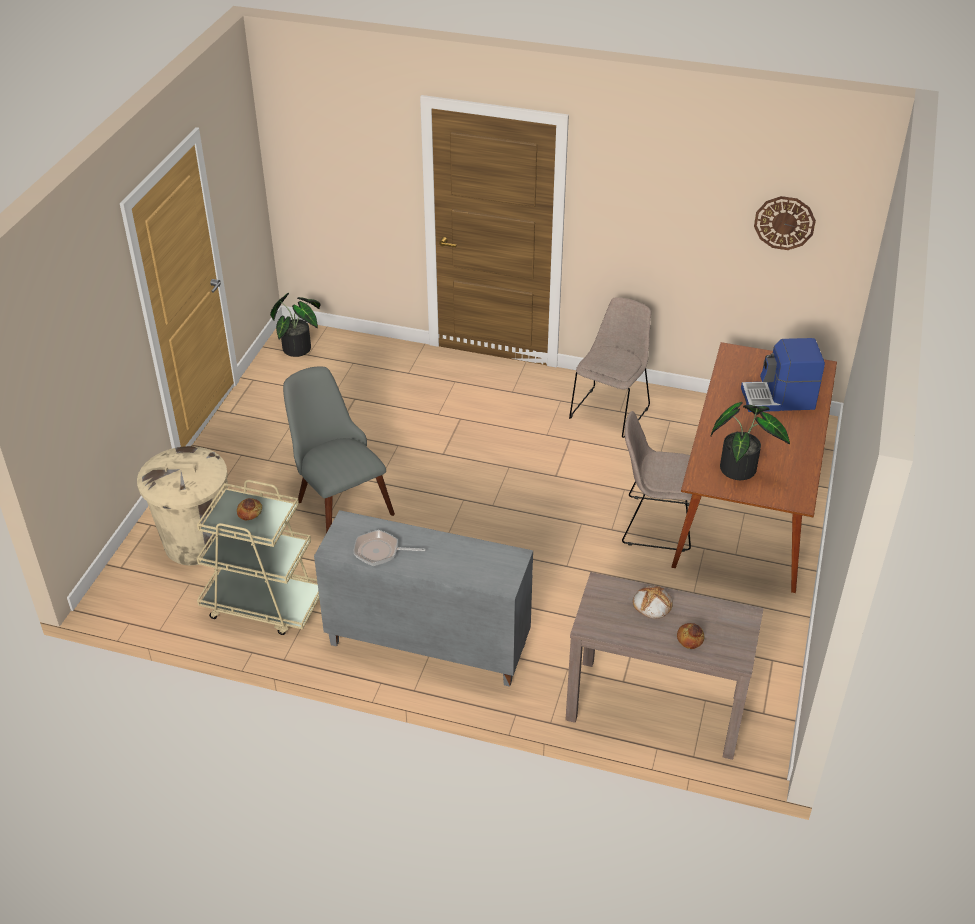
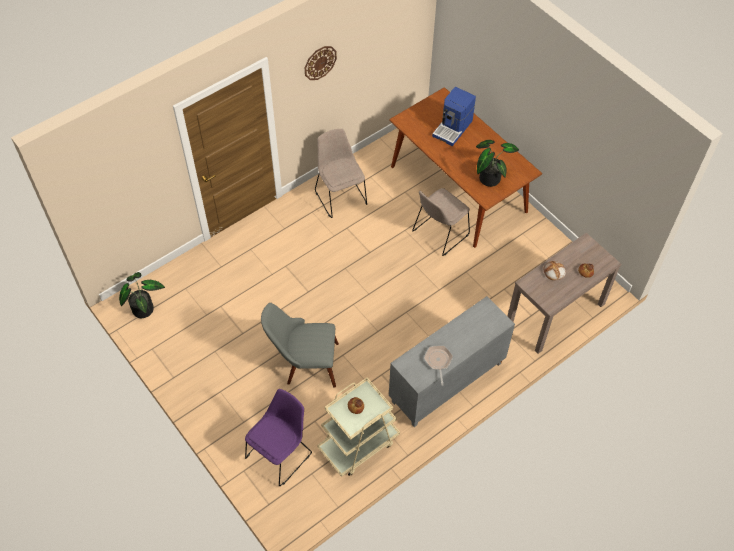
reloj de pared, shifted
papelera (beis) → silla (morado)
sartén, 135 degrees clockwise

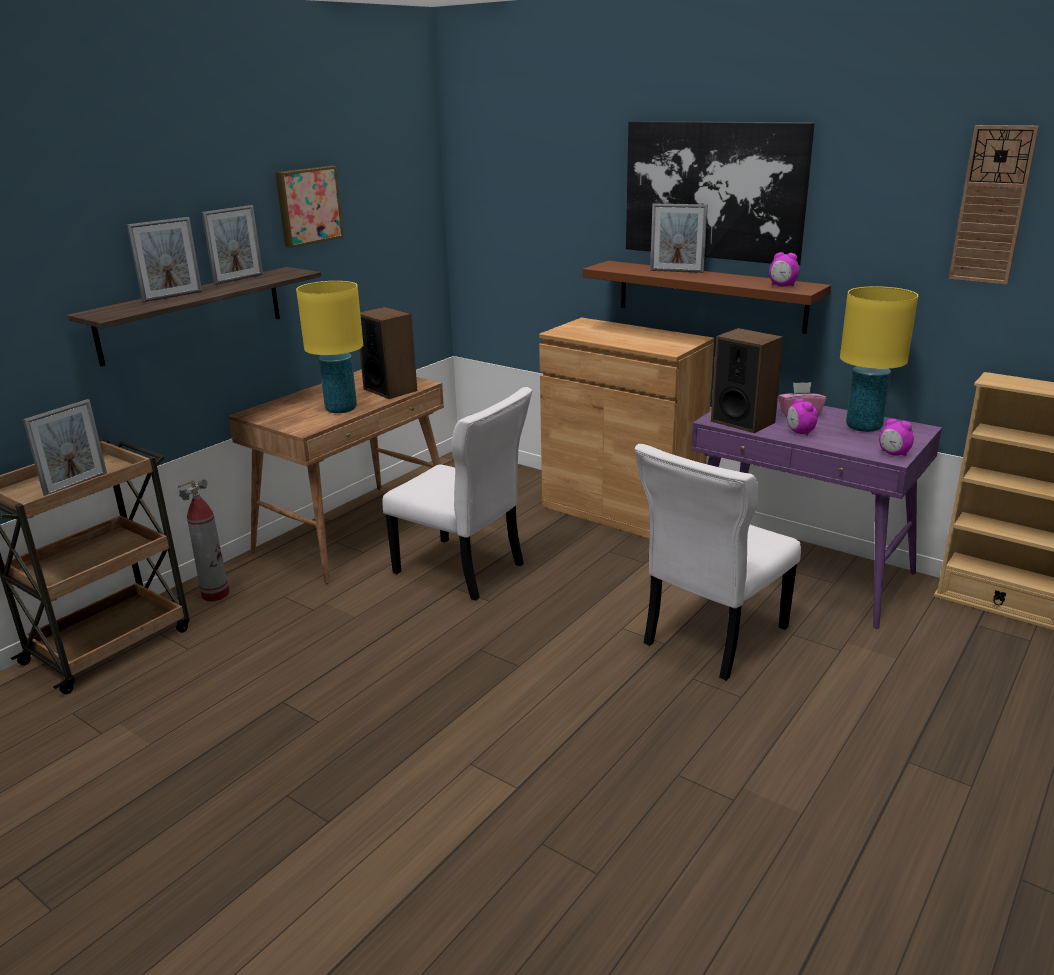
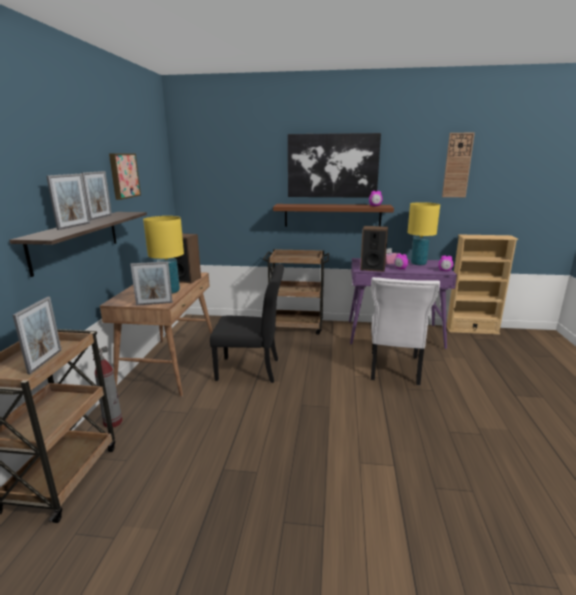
portarretratos (no. 4 from left), shifted
armario (marrón) → carrito (marrón) (no. 2 from left)
silla (blanco) (no. 1 from left) → silla (negro)

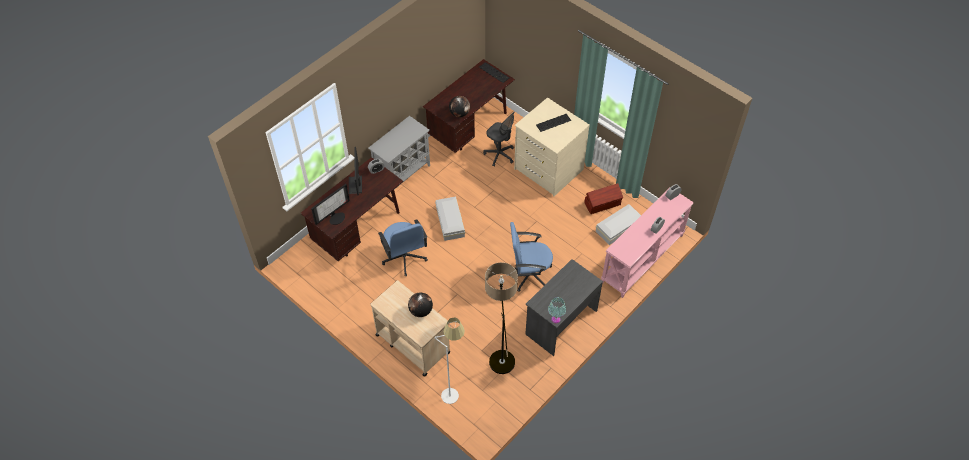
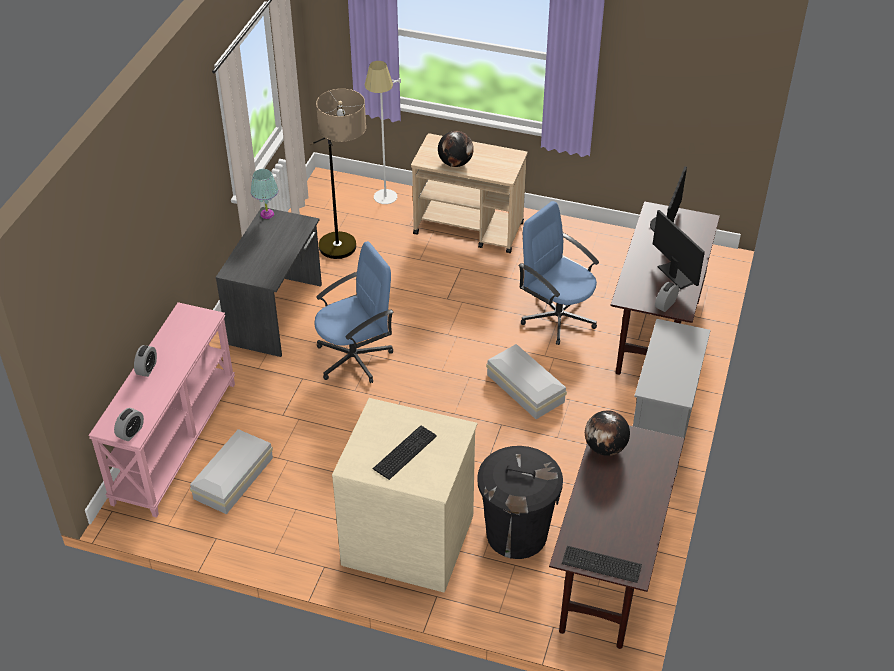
caja de almacenaje (marrón) → -
silla de oficina (gris) → papelera (negro)

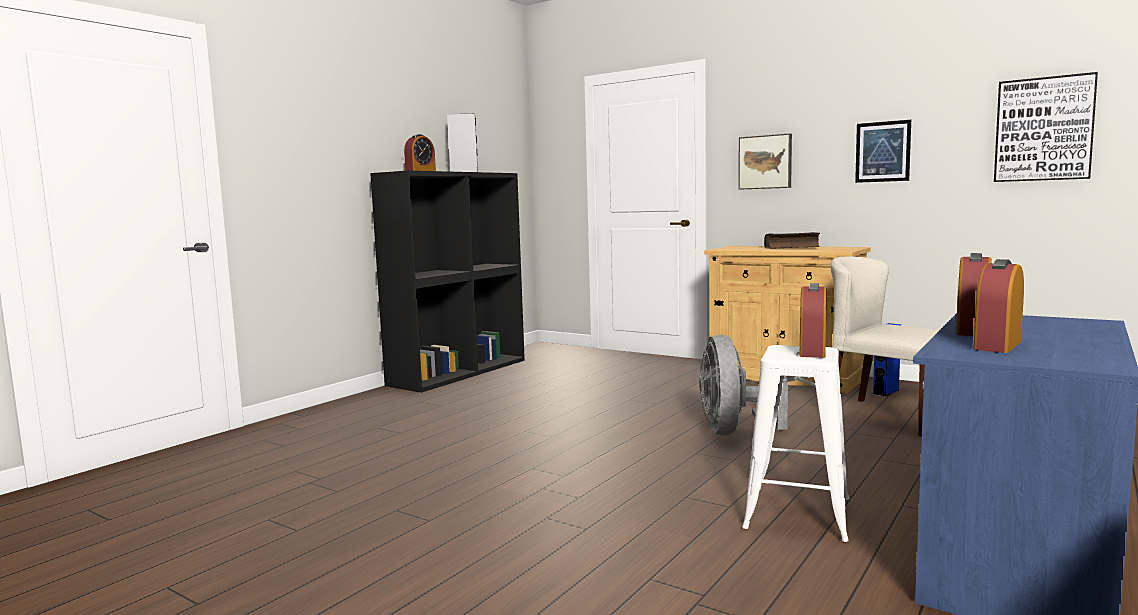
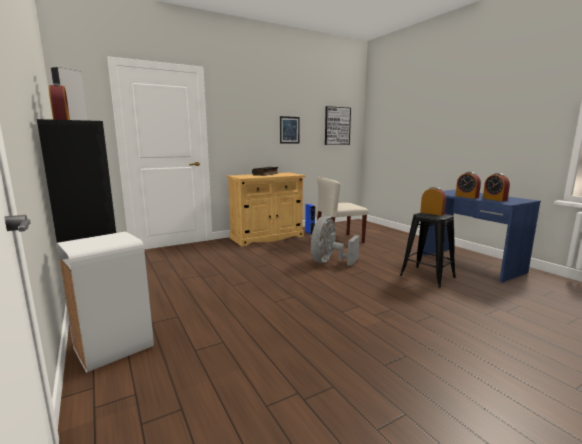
cuadro (no. 1 from left) → -
- → papelera (blanco)
taburete (blanco) → taburete (negro)
ventilador (gris), 90 degrees clockwise

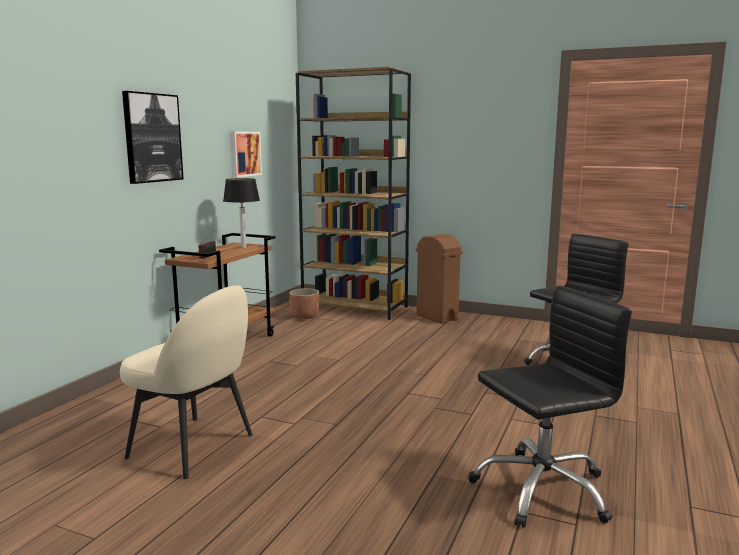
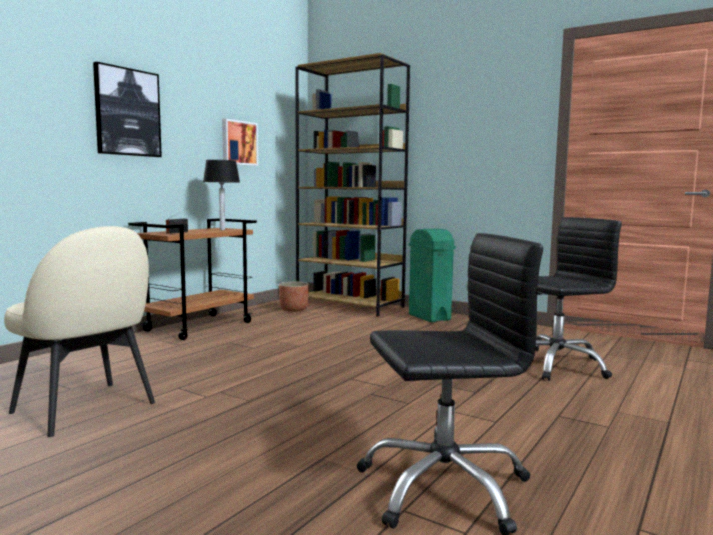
papelera (marrón) → papelera (verde)

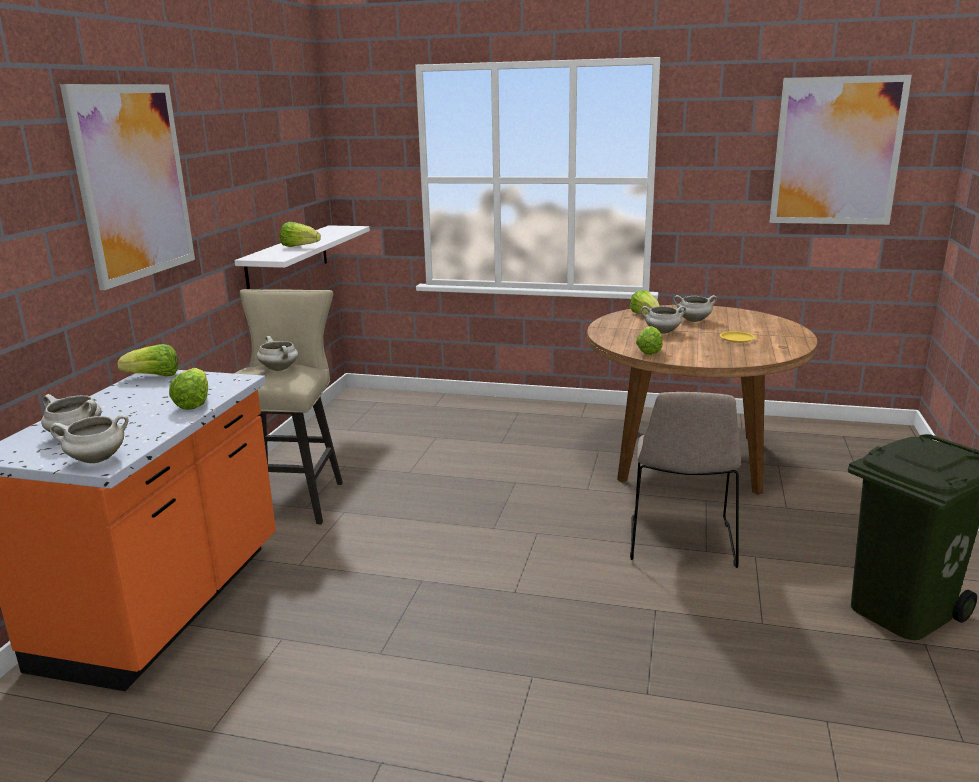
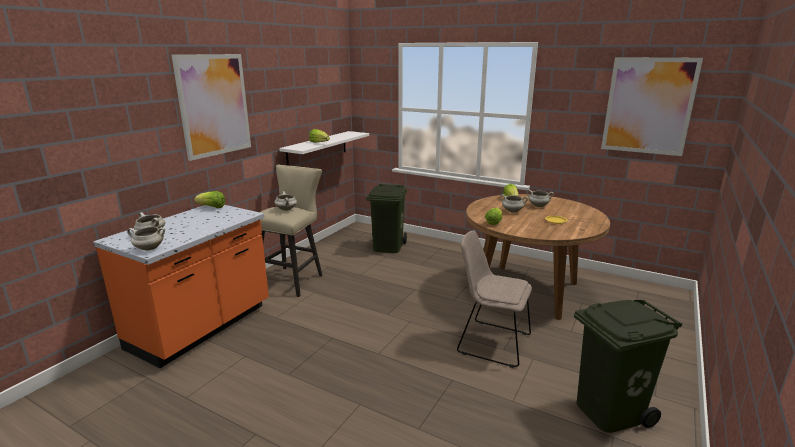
lechuga (no. 2 from left) → -
- → papelera (verde) (no. 1 from left)
silla (beis), 90 degrees clockwise

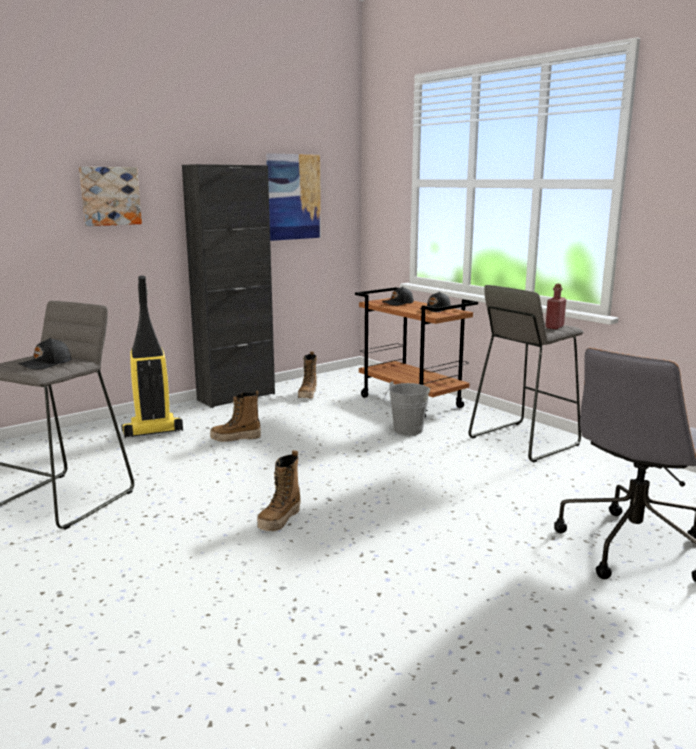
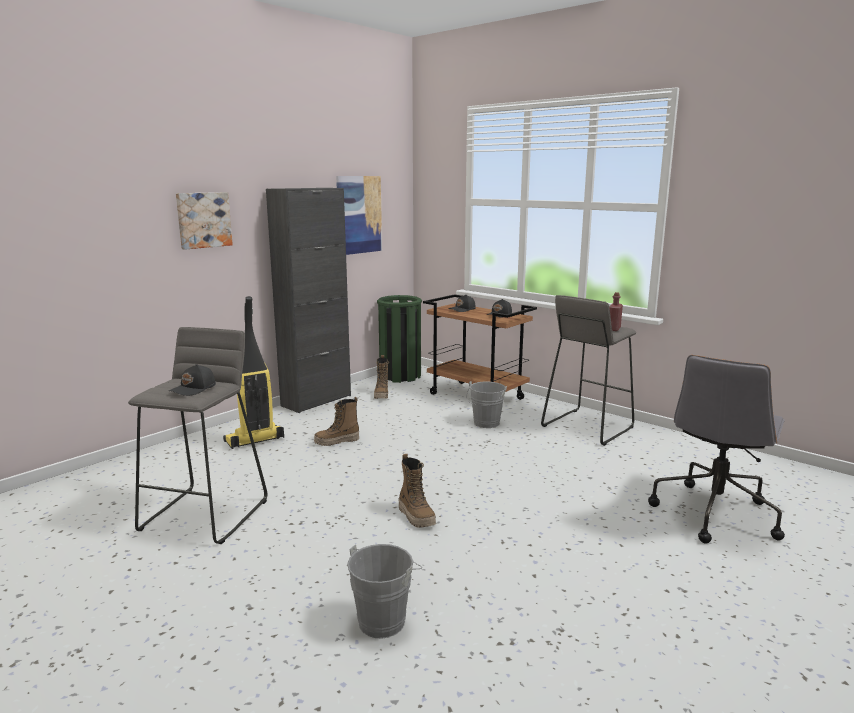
- → cubo (gris) (no. 1 from left)
- → papelera (verde)
bota (no. 2 from left in the first image) → bota (no. 3 from left), 45 degrees counterclockwise

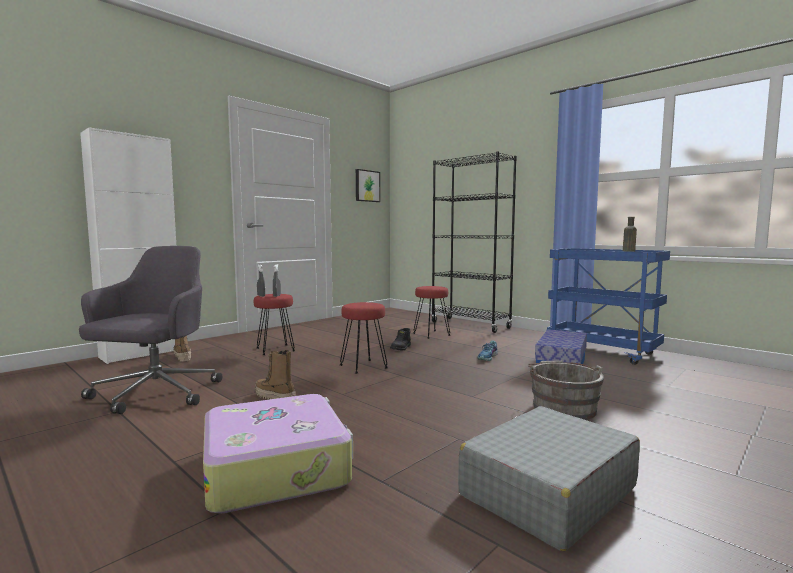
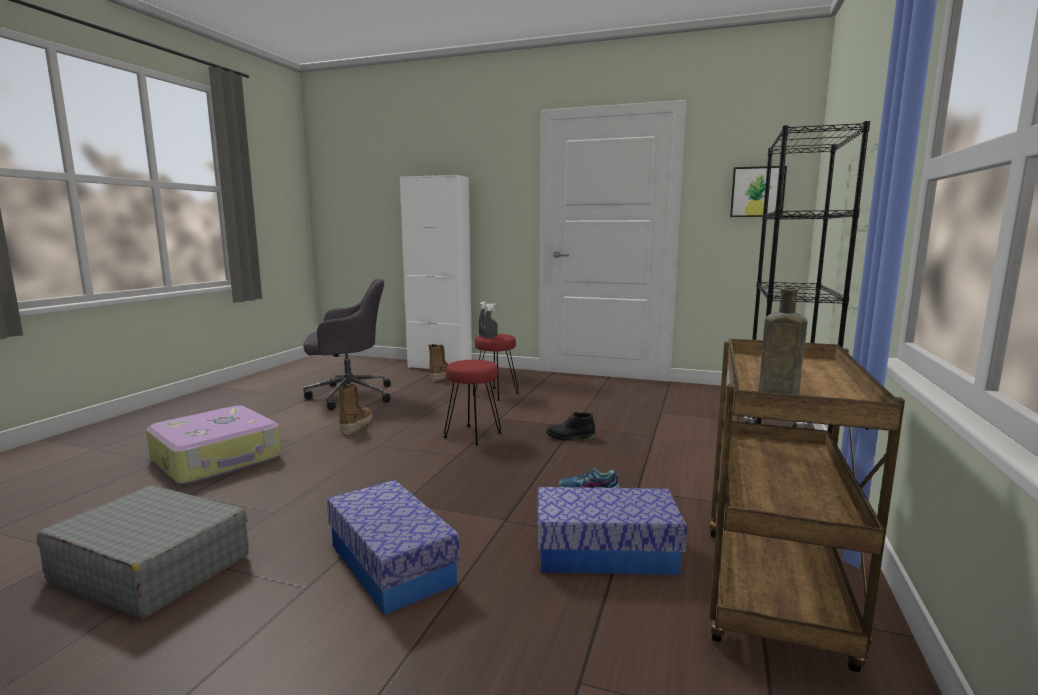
taburete (rojo) (no. 3 from left) → -
cubo (gris) → caja de almacenaje (no. 1 from left)
carrito (azul) → carrito (marrón)

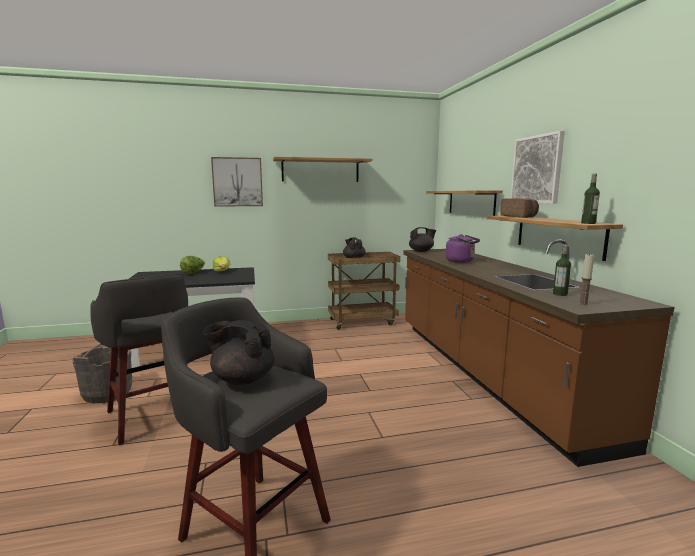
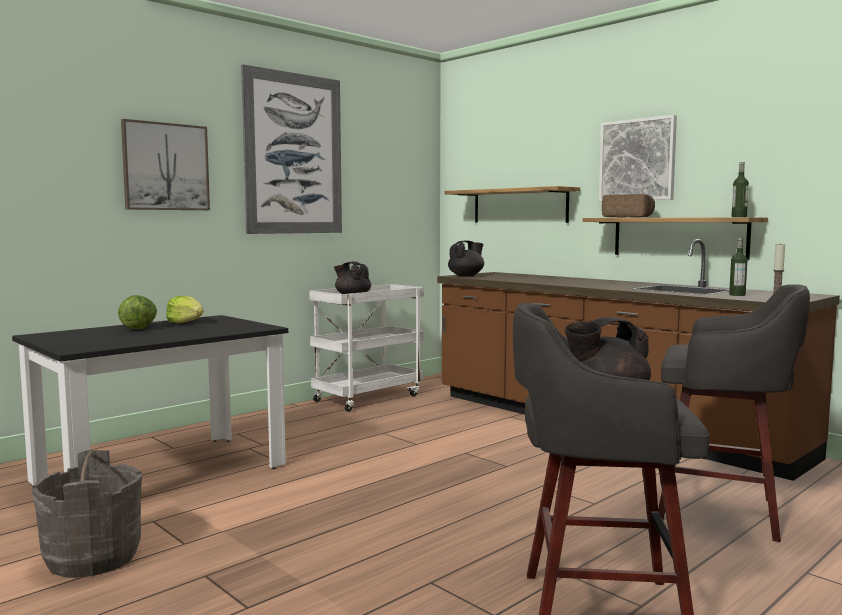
hervidor (morado) → -
taburete (gris) (no. 1 from left in the first image) → taburete (gris) (no. 2 from left), shifted
estante (no. 1 from left) → cuadro (no. 2 from left)
carrito (marrón) → carrito (blanco)

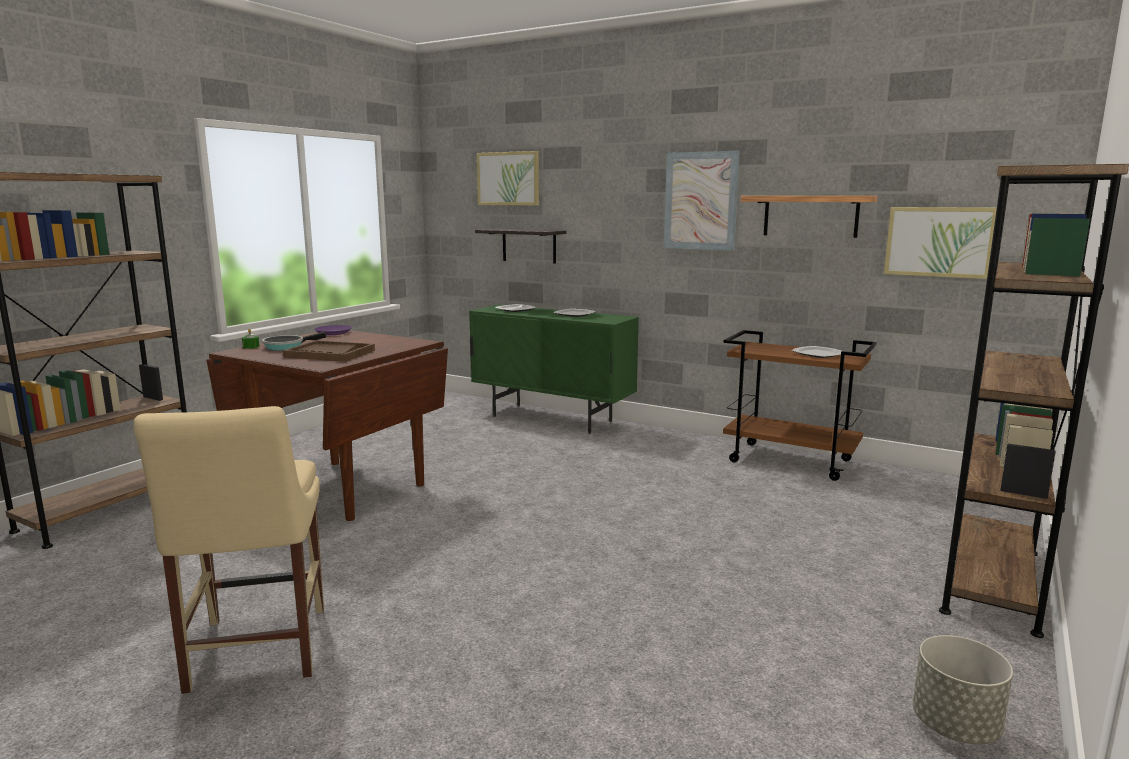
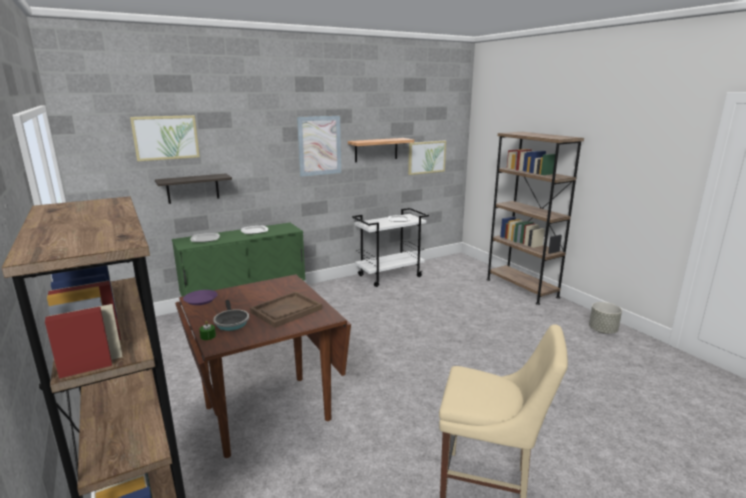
carrito (marrón) → carrito (blanco)

